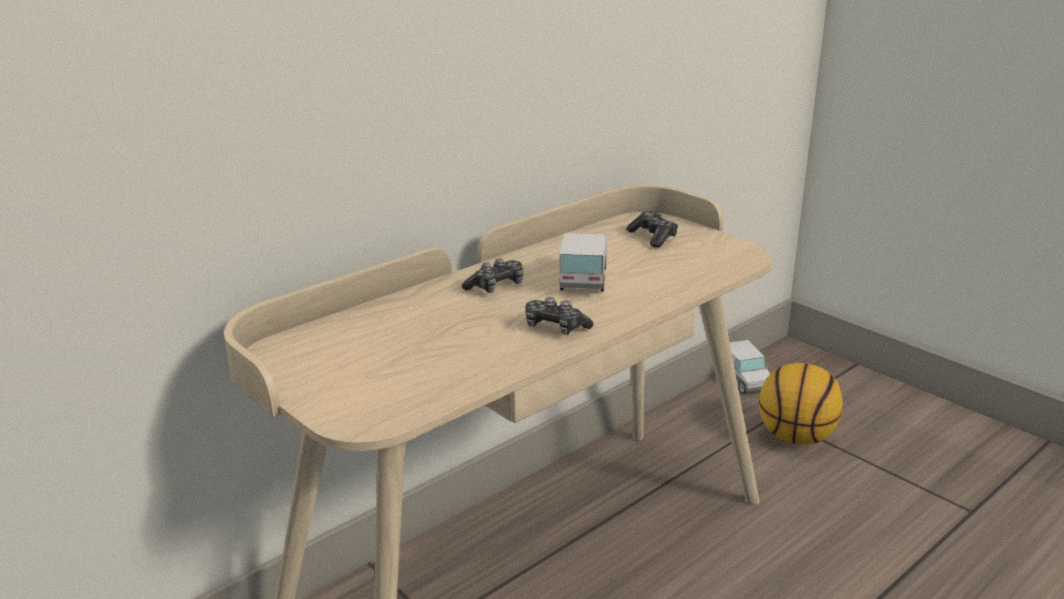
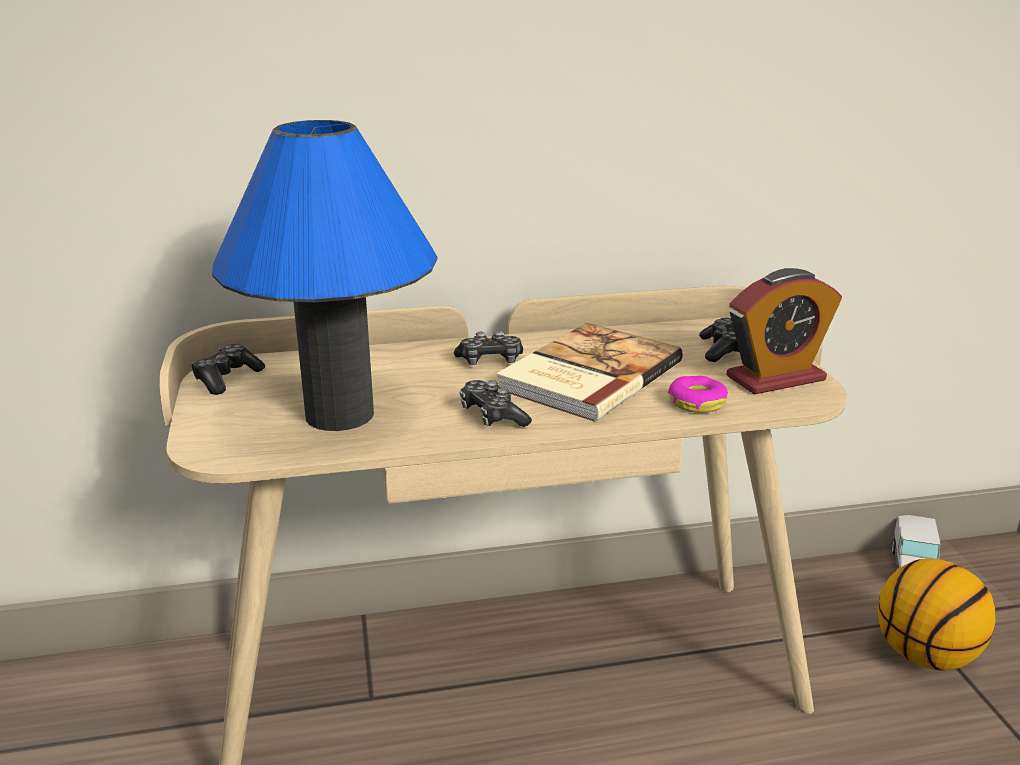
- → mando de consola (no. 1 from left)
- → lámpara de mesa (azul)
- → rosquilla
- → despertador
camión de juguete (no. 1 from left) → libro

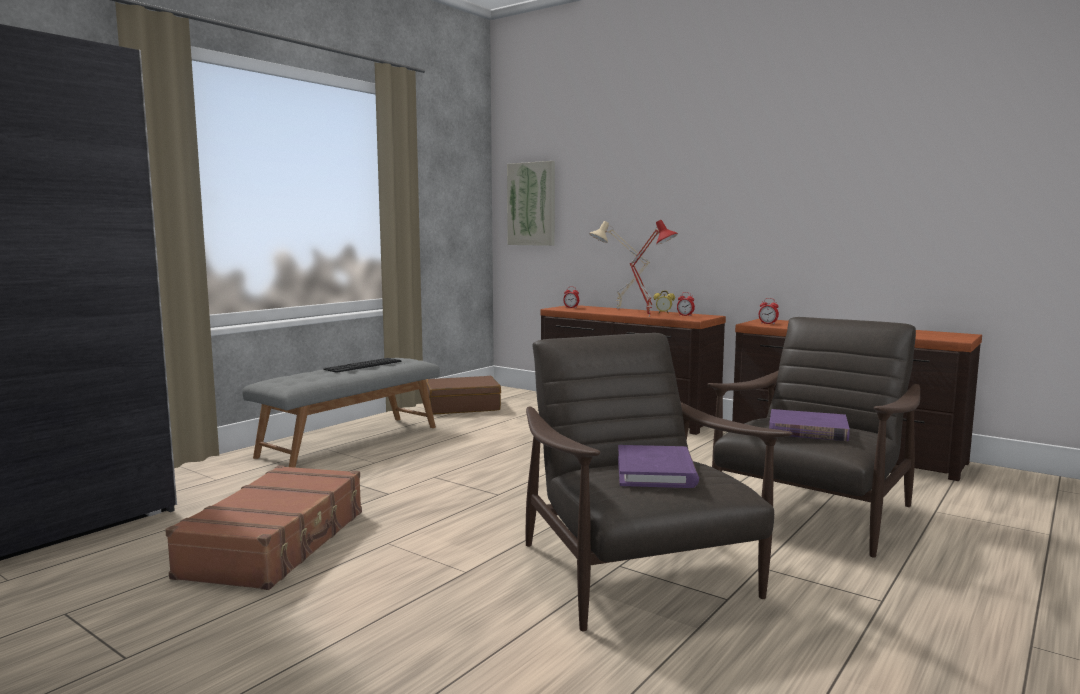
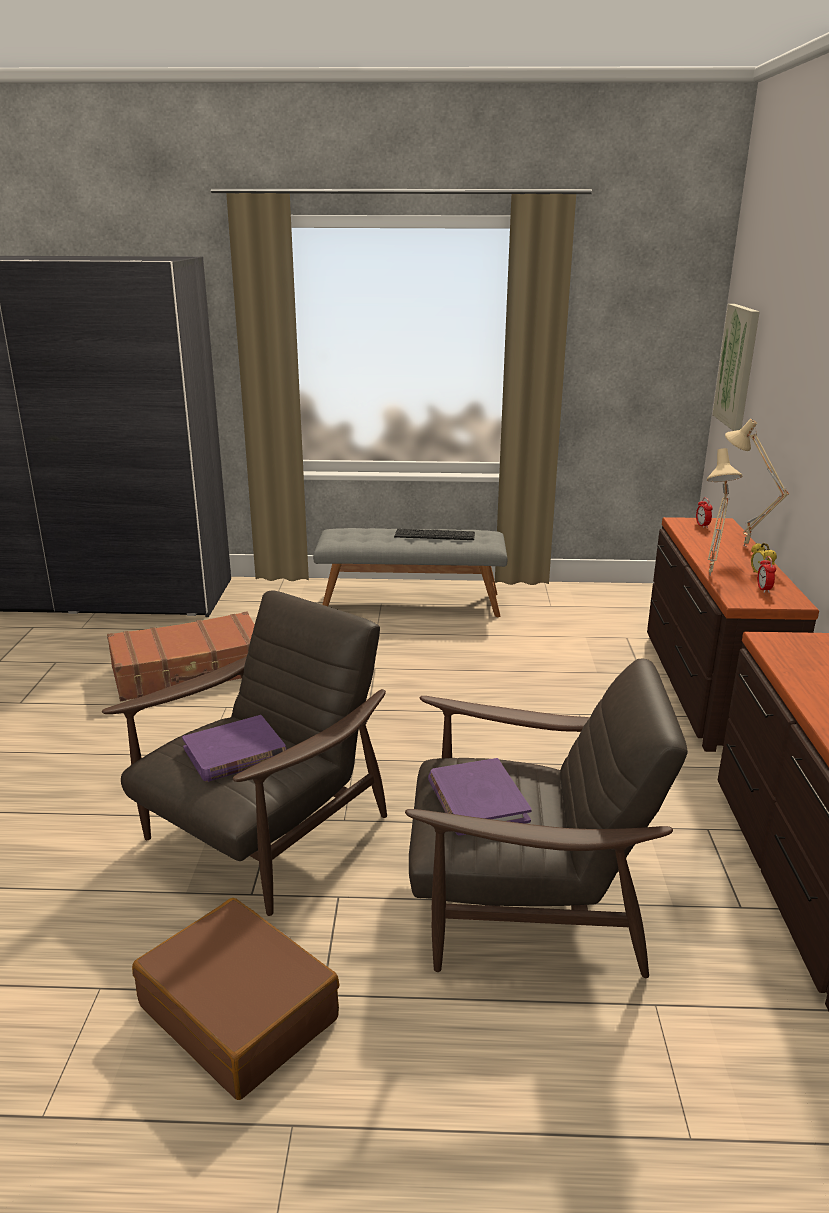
despertador (no. 4 from left) → -
maleta (marrón) (no. 2 from left), shifted
lámpara de mesa (rojo) → lámpara de mesa (beis) (no. 1 from left)

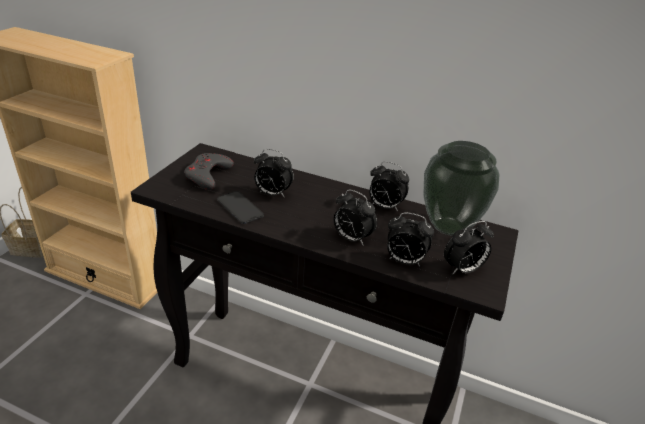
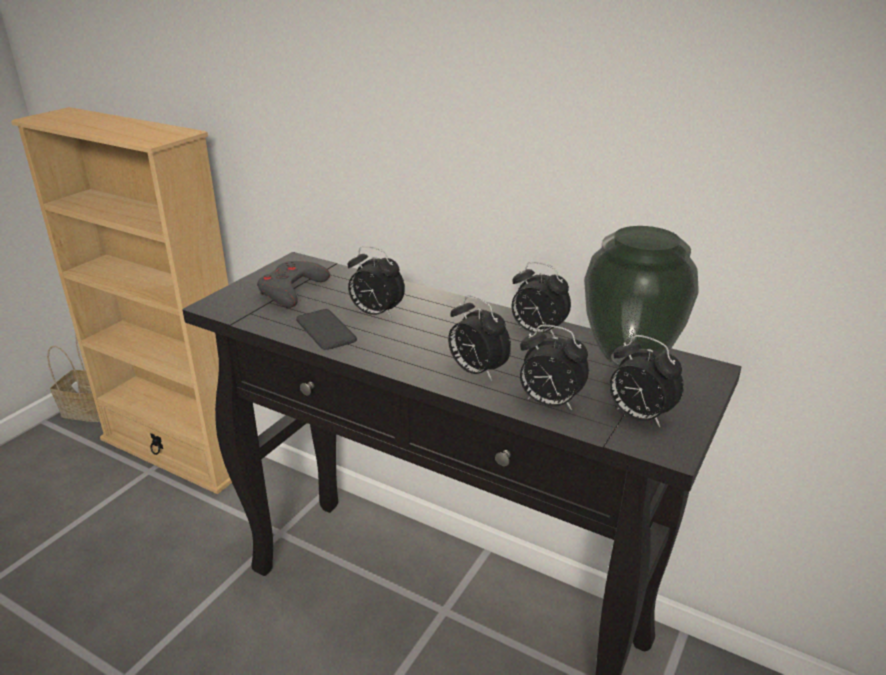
despertador (no. 5 from left), 60 degrees clockwise

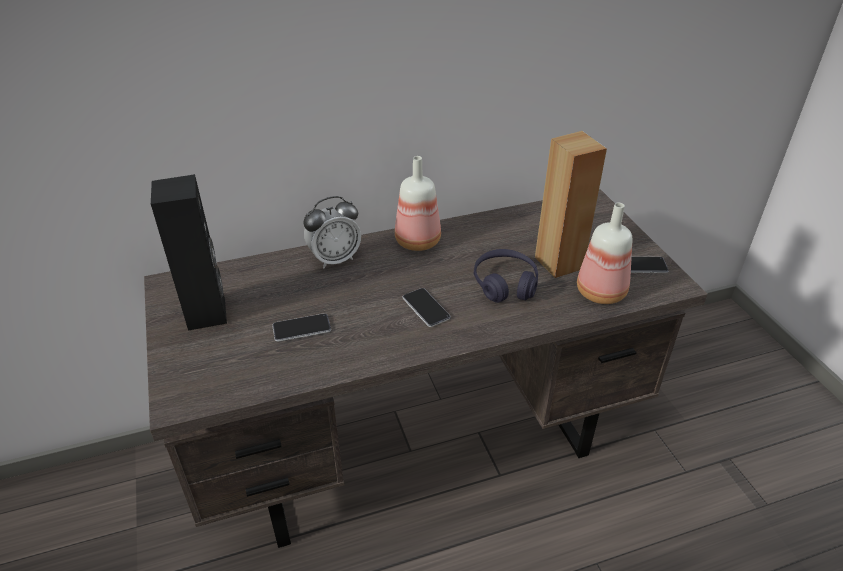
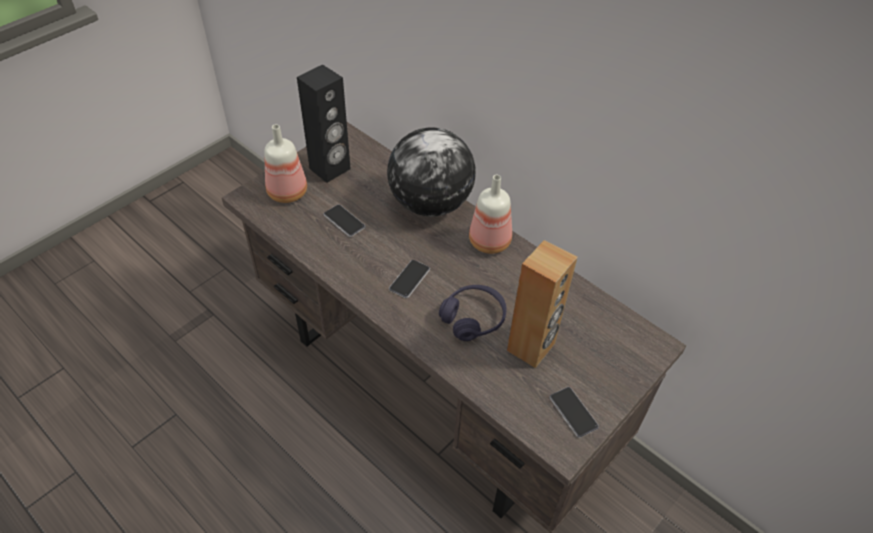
botella (no. 2 from left in the first image) → botella (no. 1 from left), shifted
despertador → globo terráqueo

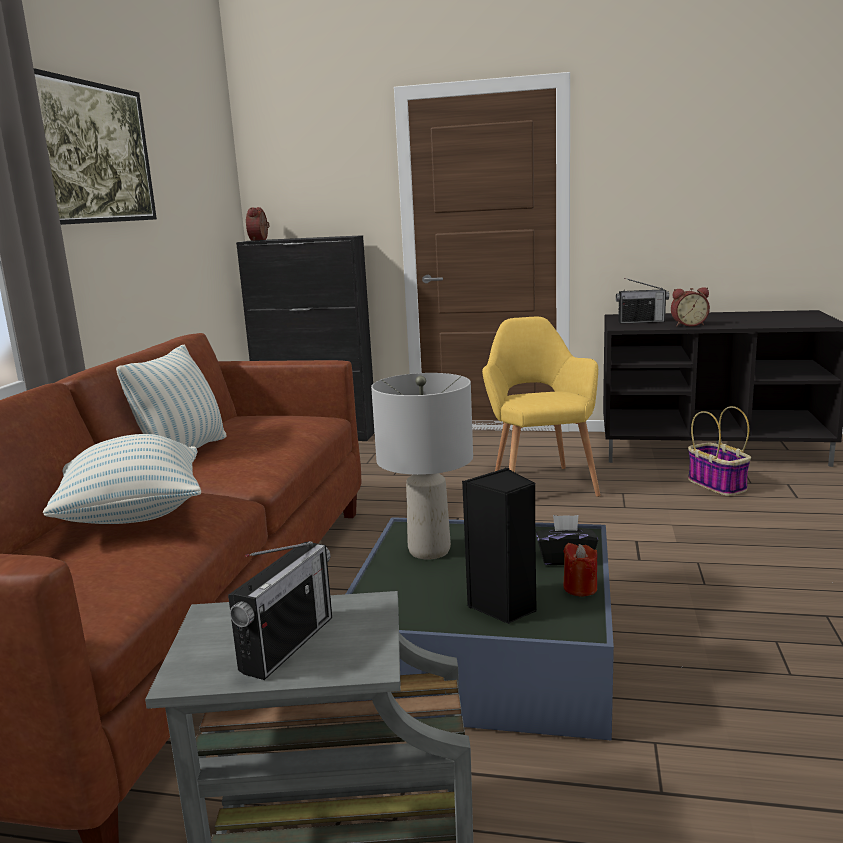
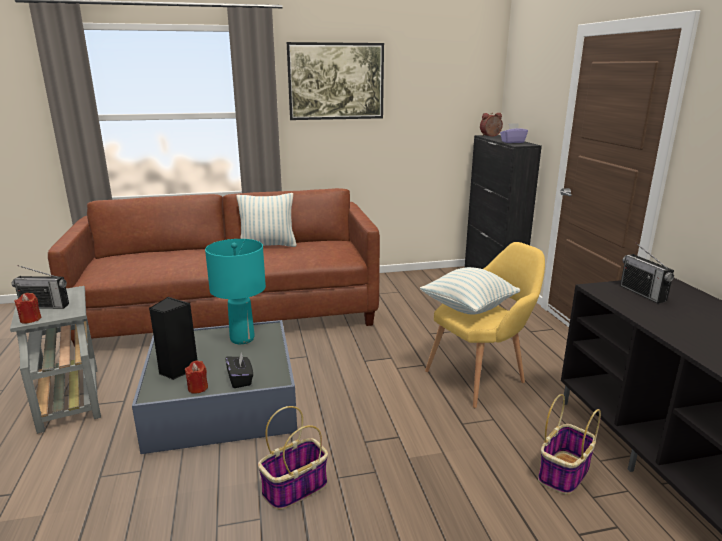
despertador (no. 2 from left) → -
- → vela (rojo) (no. 1 from left)
- → cesta (no. 1 from left)
- → caja de pañuelos (morado)
cojín (no. 1 from left in the first image) → cojín (no. 2 from left), shifted
lámpara de mesa (gris) → lámpara de mesa (turquesa)

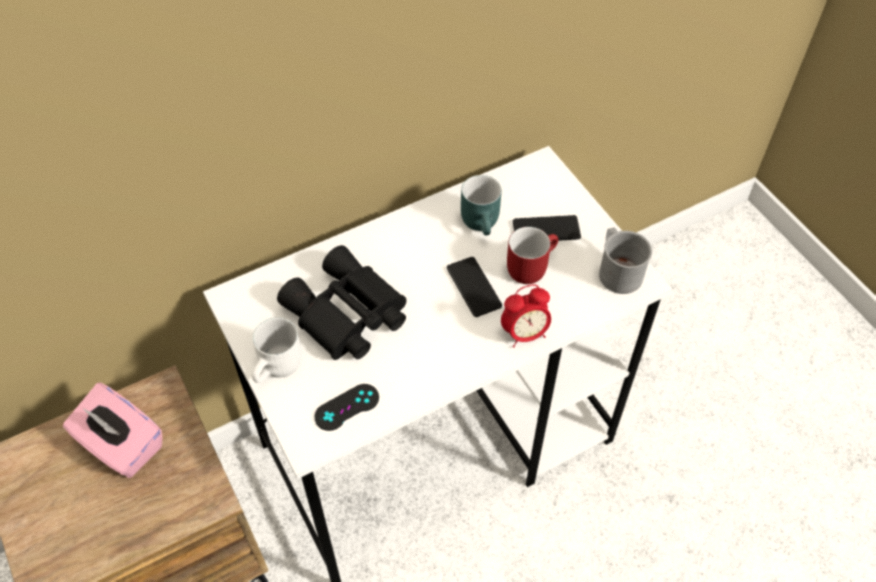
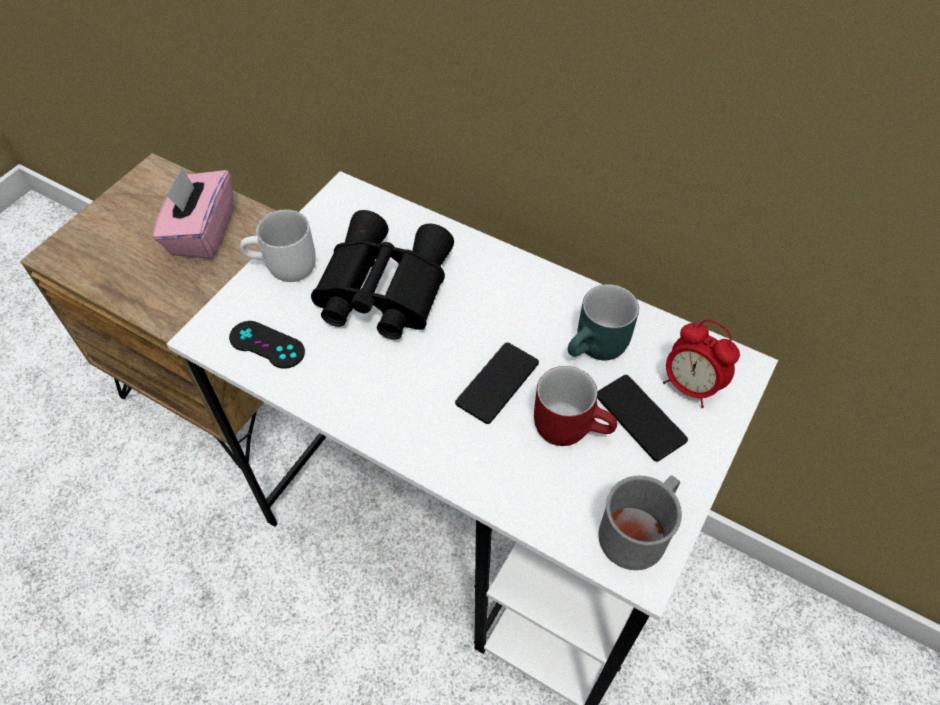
despertador, shifted

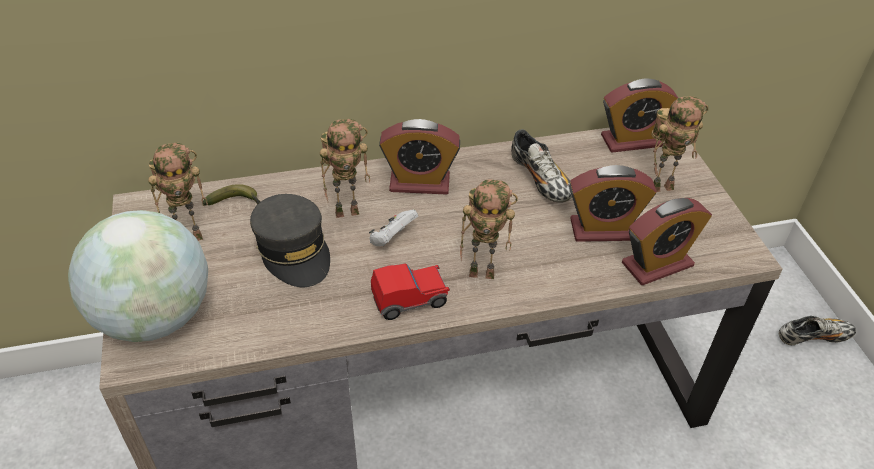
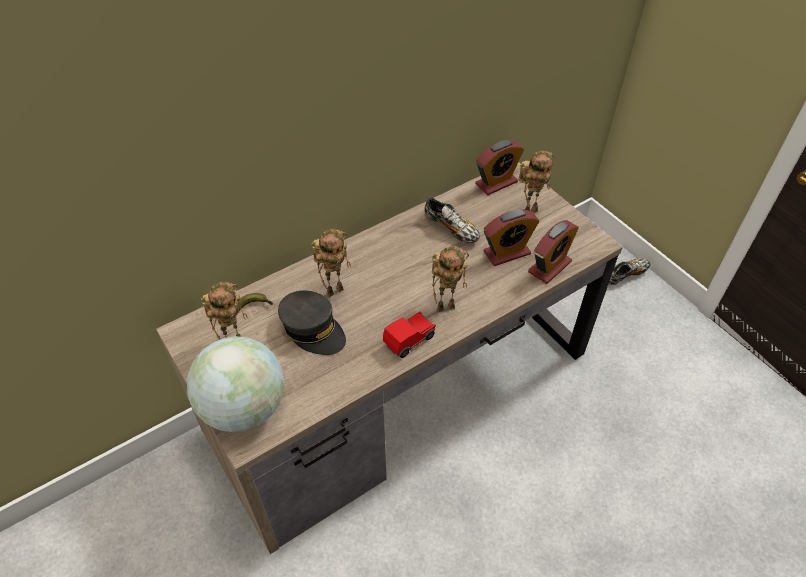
mando de consola (blanco) → -
despertador (no. 1 from left) → -

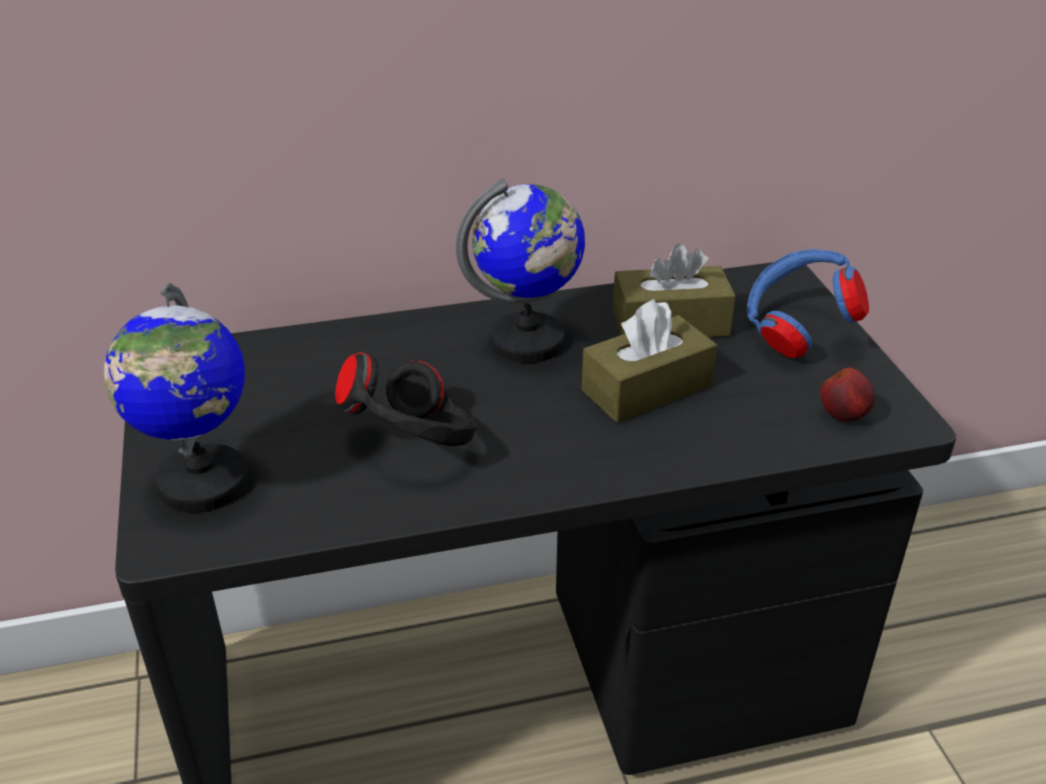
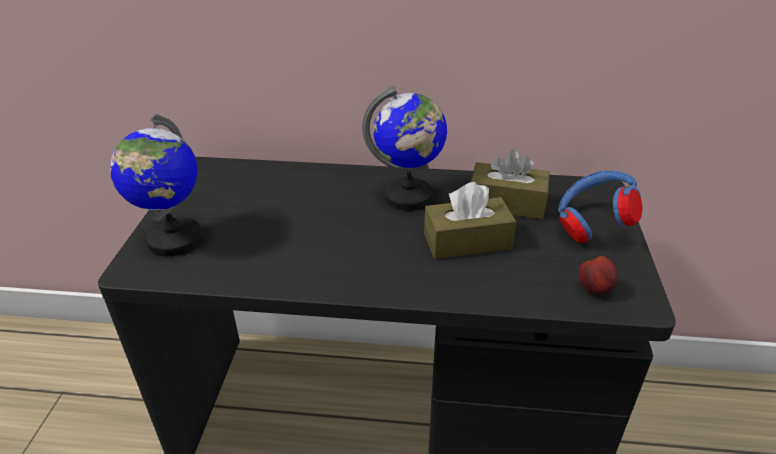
auriculares (negro) → -

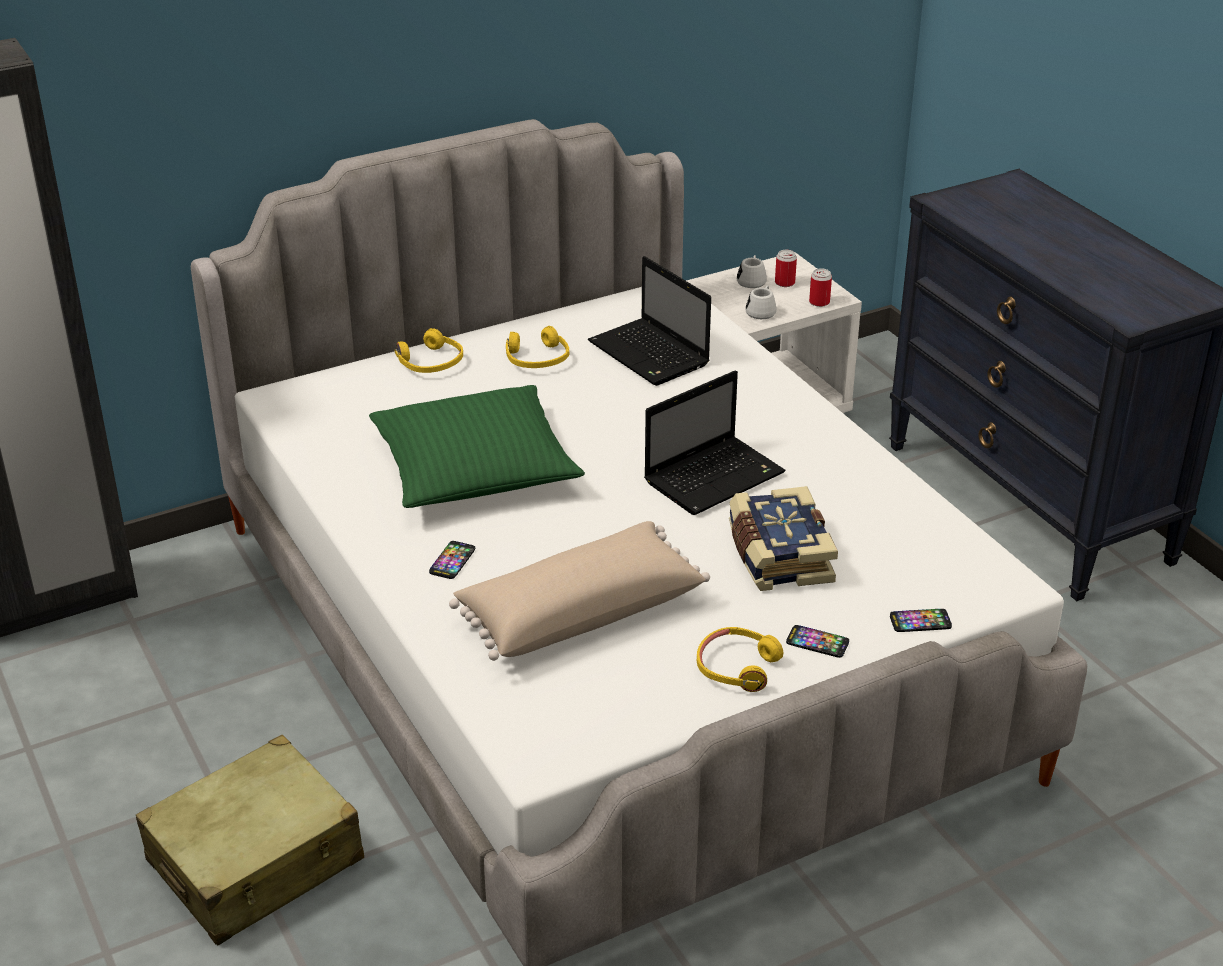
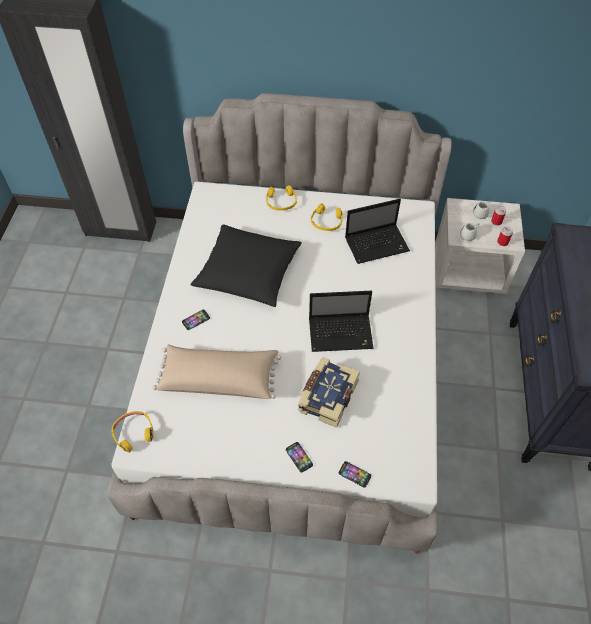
maleta (beis) → -
auriculares (amarillo) (no. 3 from left in the first image) → auriculares (amarillo) (no. 1 from left), shifted
cojín (verde) → cojín (negro)
portátil (no. 1 from left in the first image) → portátil (no. 2 from left), 105 degrees counterclockwise

